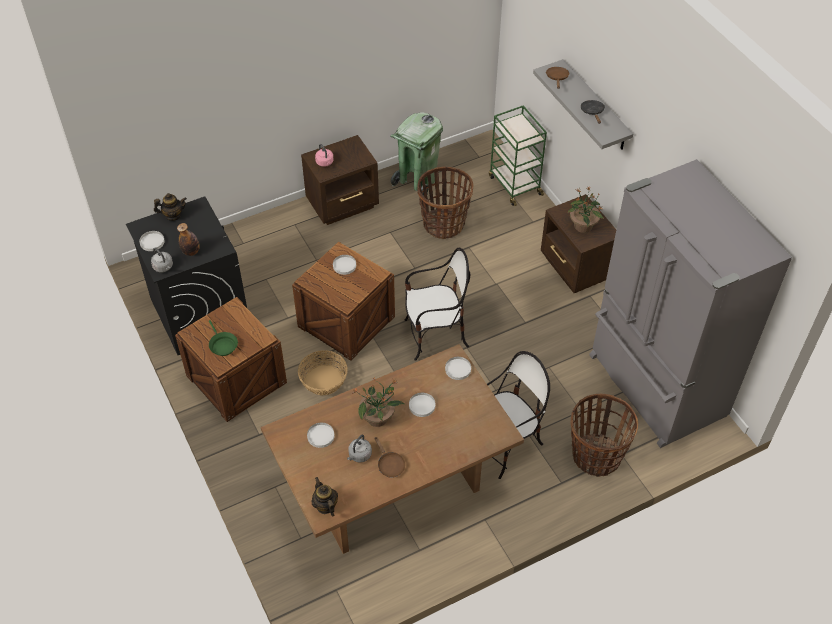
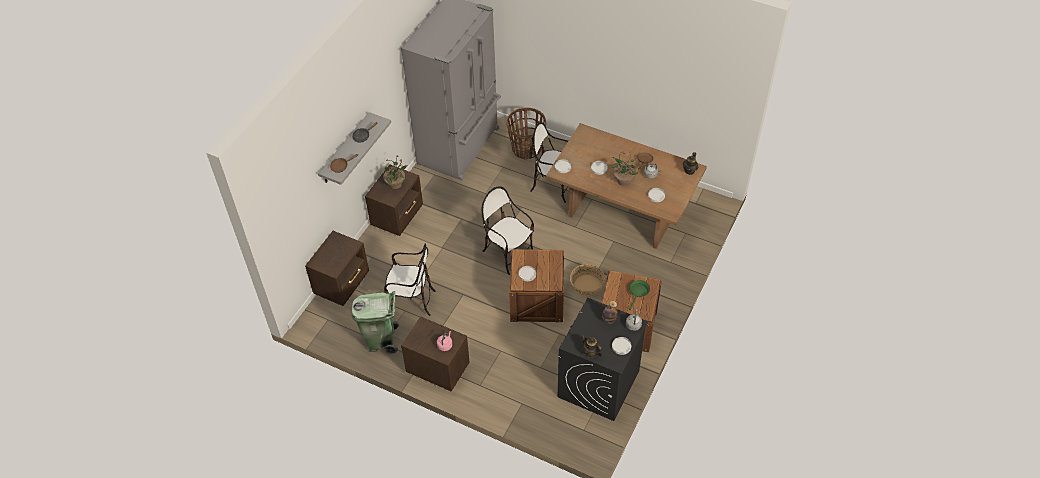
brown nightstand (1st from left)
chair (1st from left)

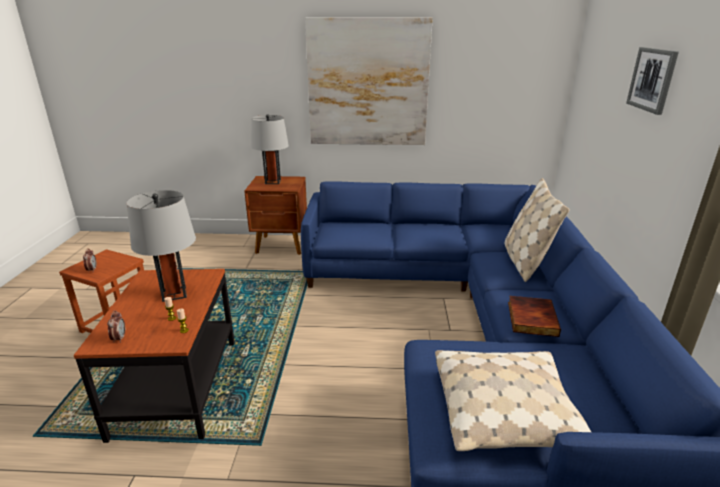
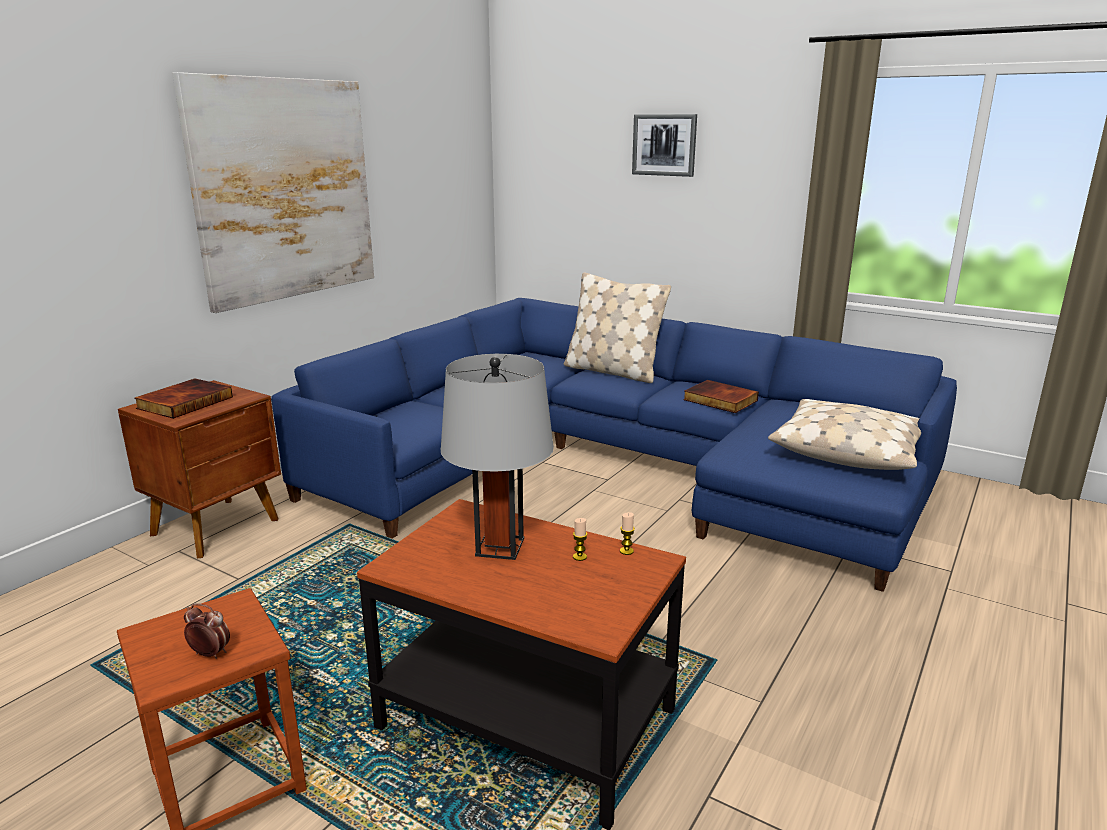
book (1st from left)
alarm clock (2nd from left in the first image)

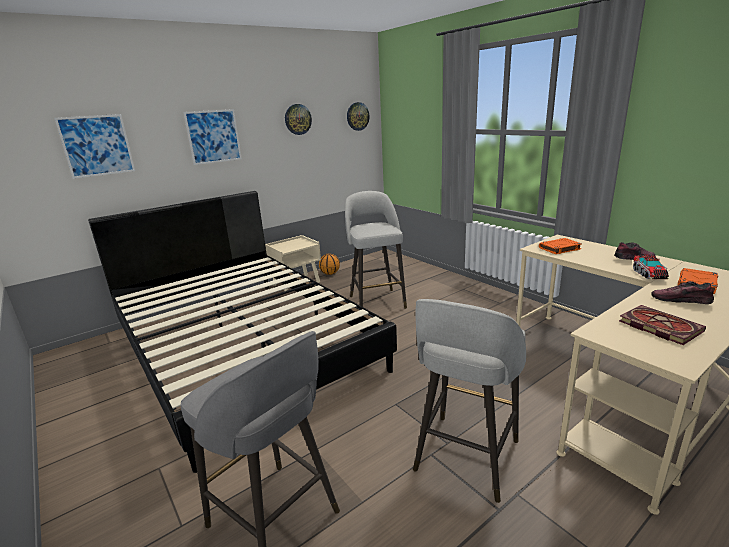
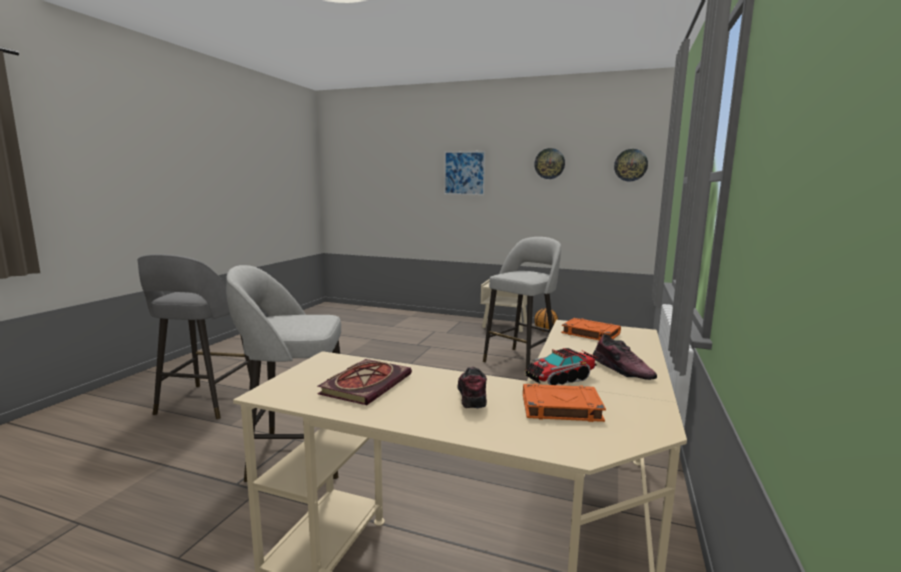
picture (1st from left in the first image)
black bed

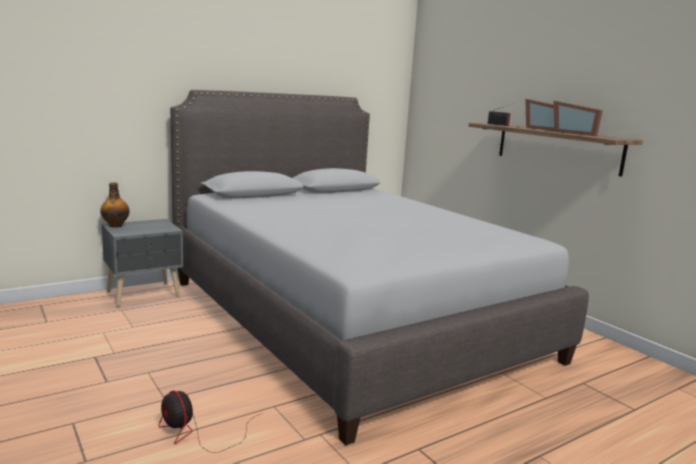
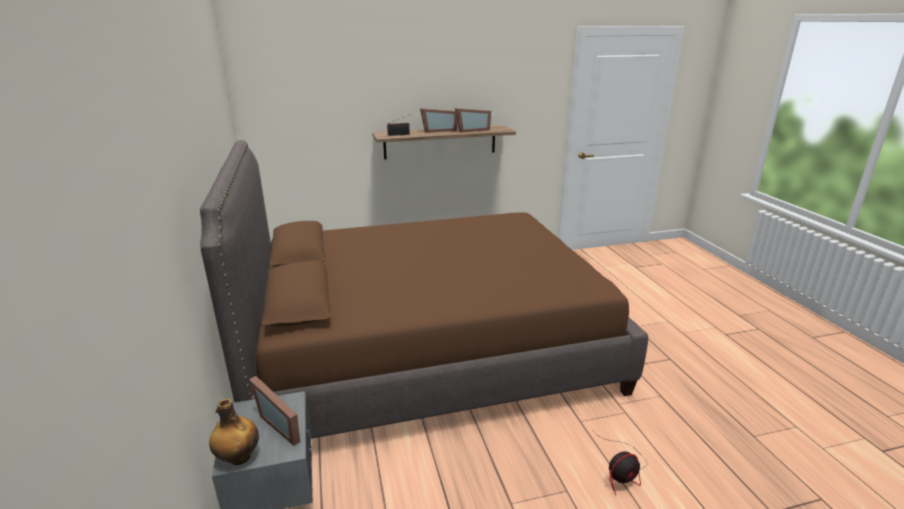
brown bed
picture frame (1st from left)

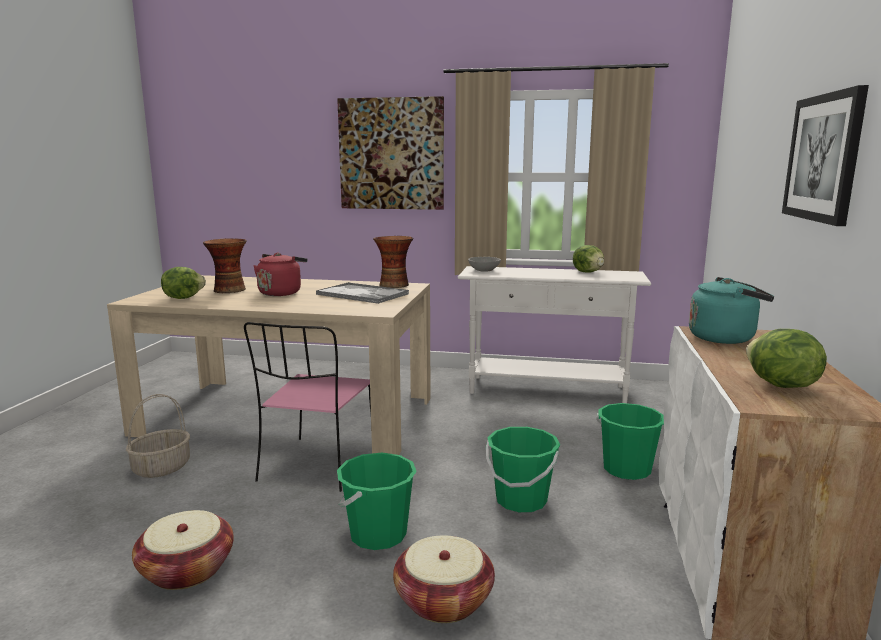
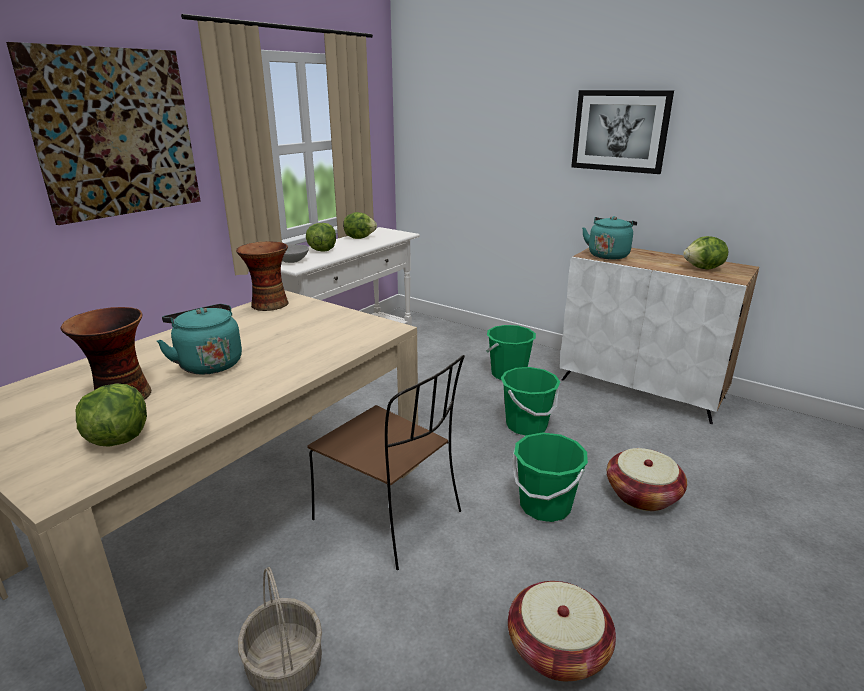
turquoise kettle (1st from left)
lettuce (2nd from left)
brown chair
tray

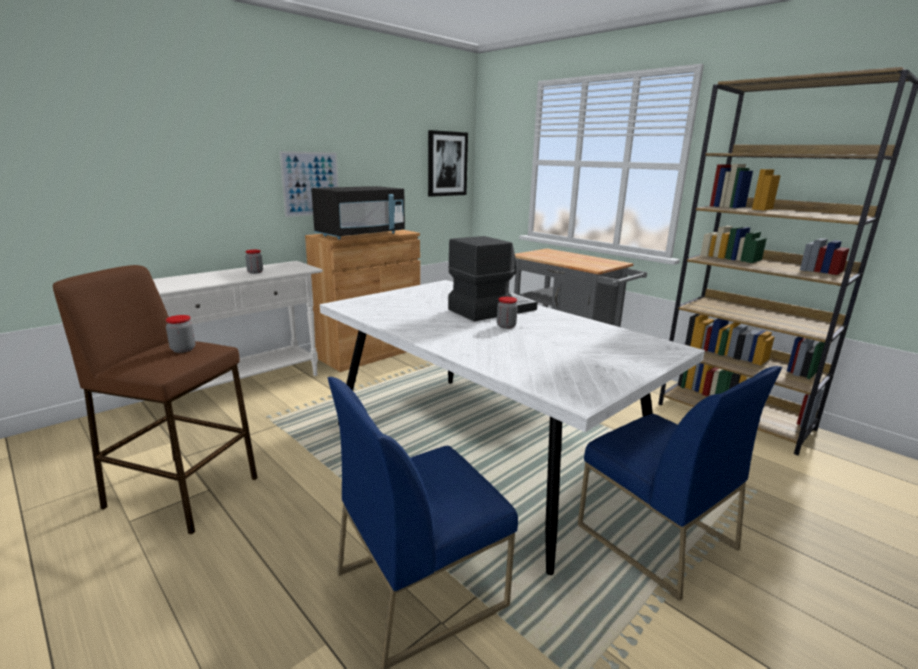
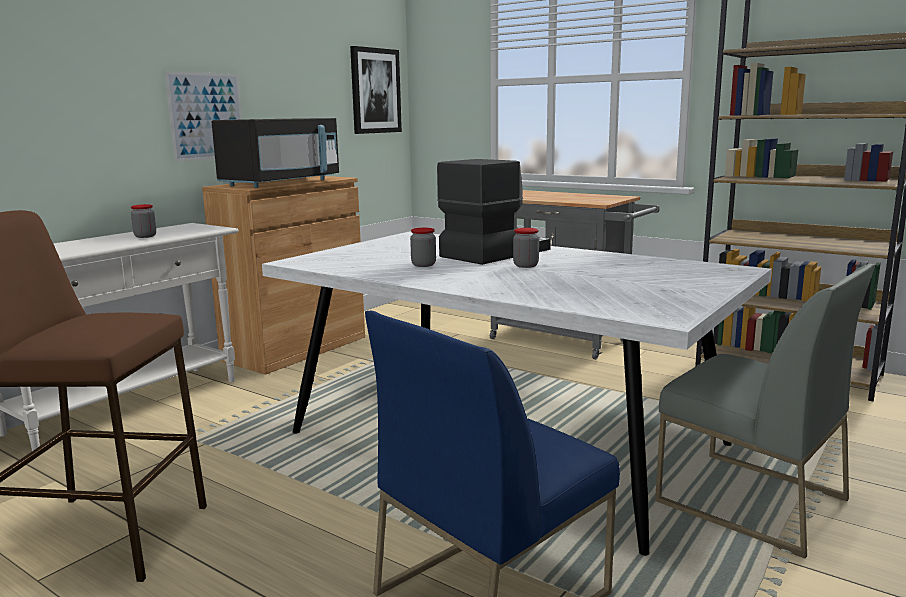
jar (2nd from left)
grey chair

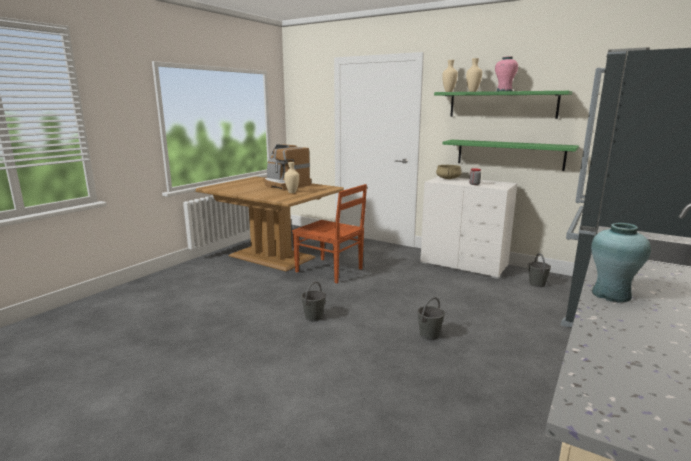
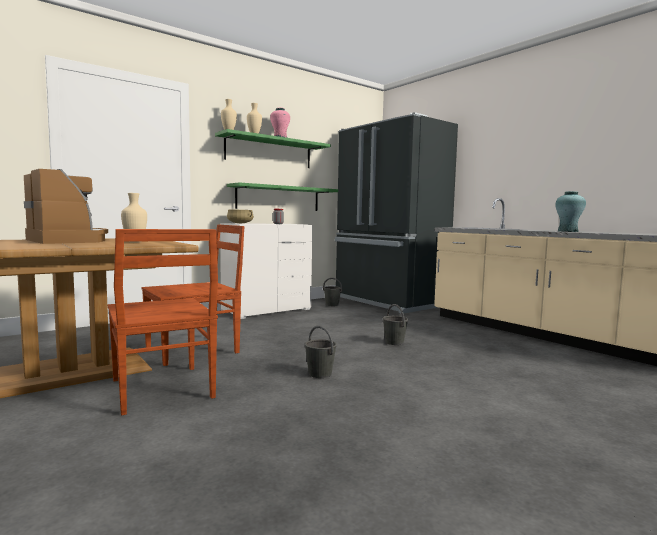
coffee machine
brown chair (1st from left)

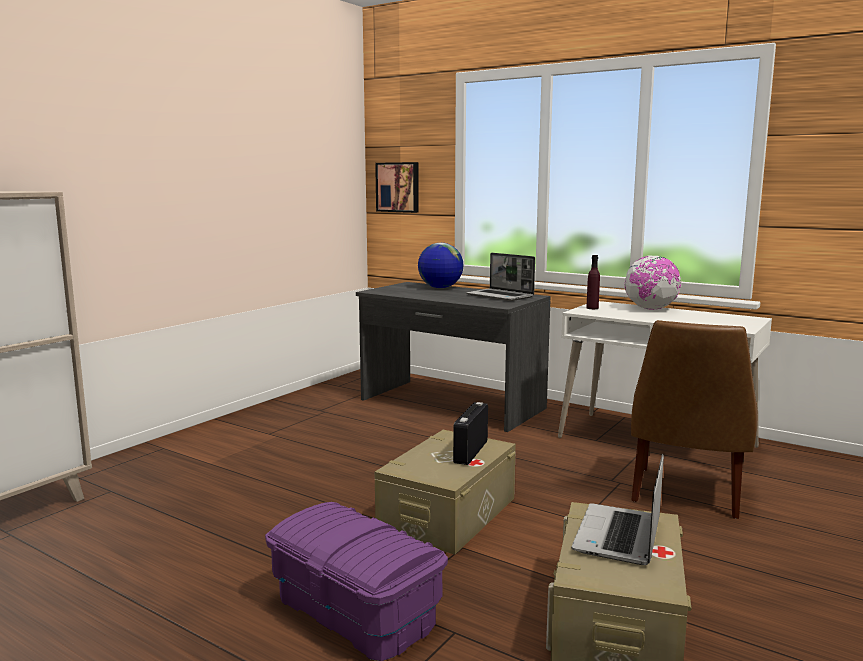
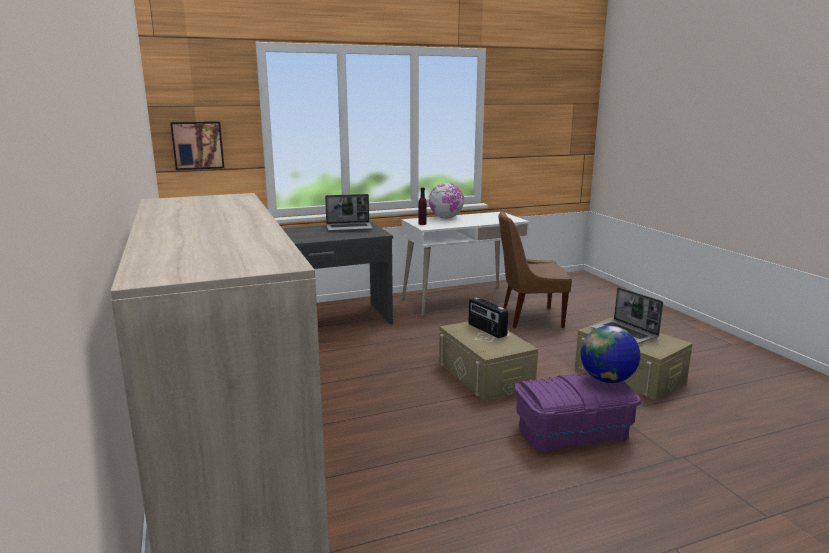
brown chair
globe (2nd from left)

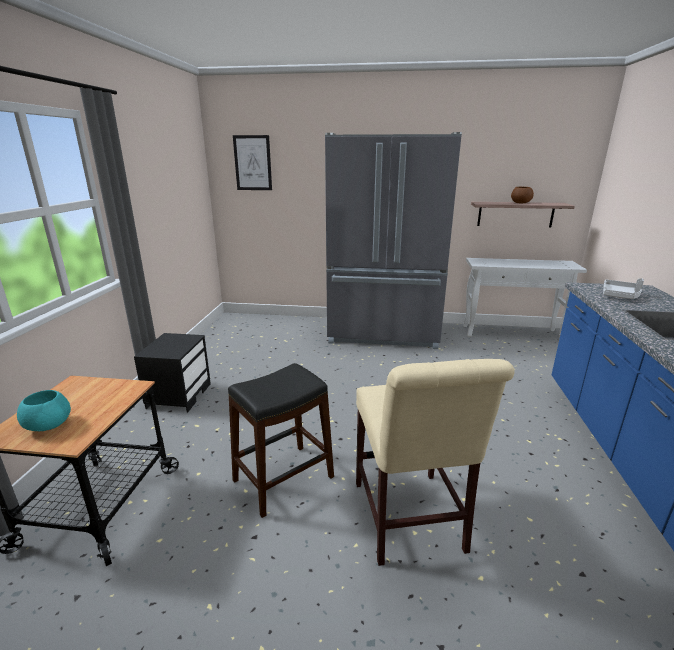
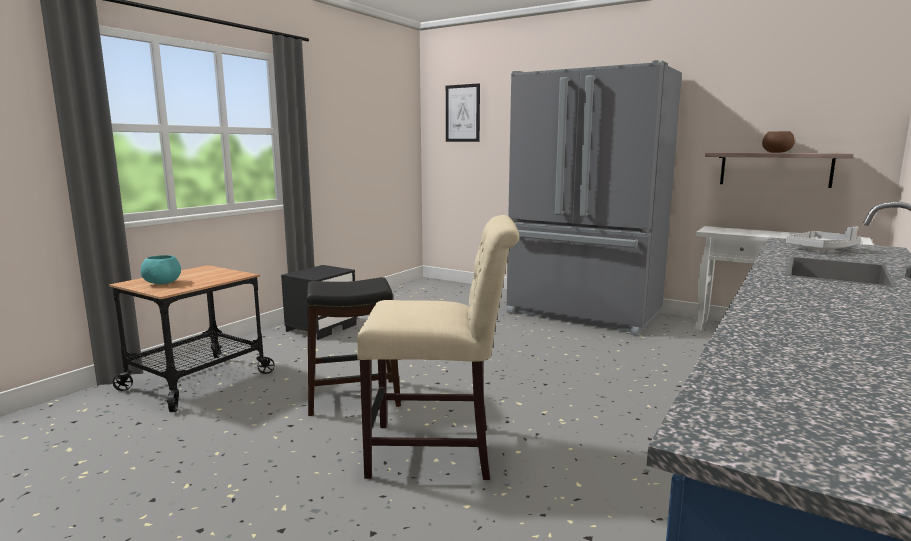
beige chair

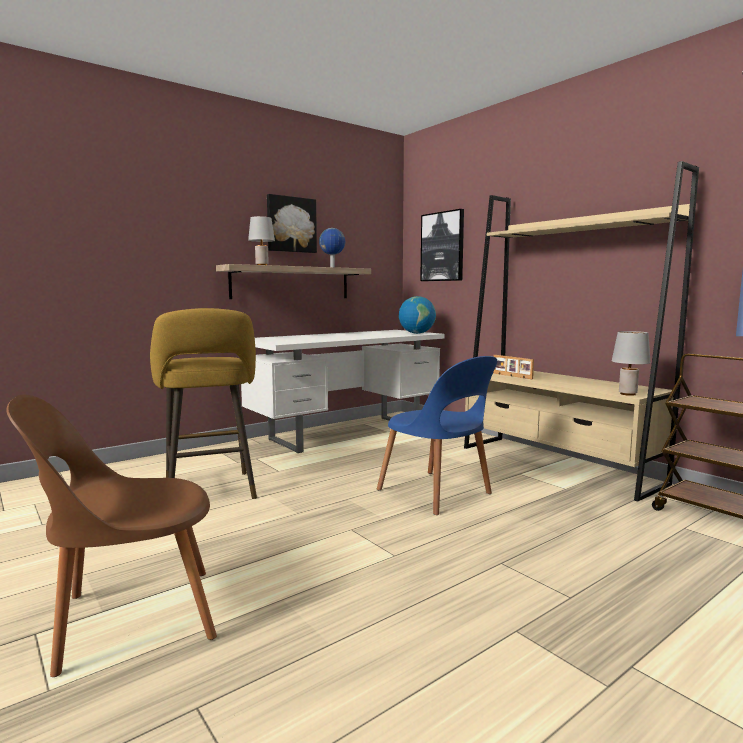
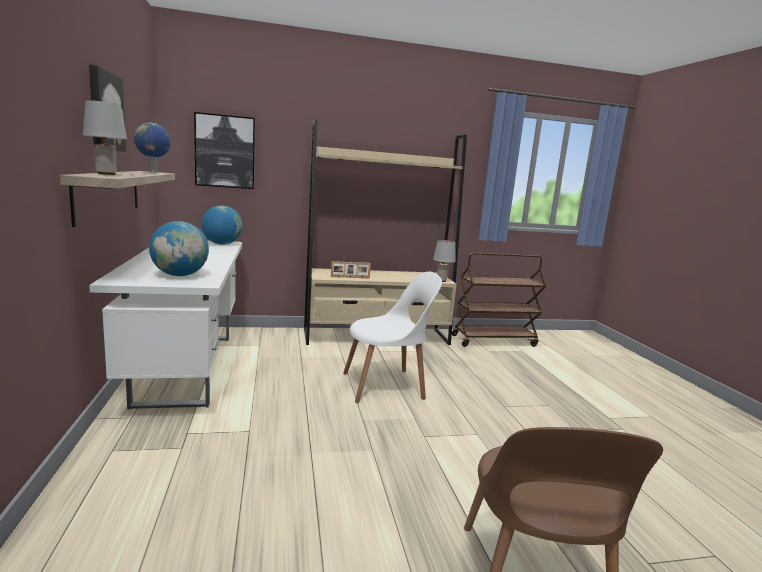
globe (2nd from left)
white chair
yellow stool

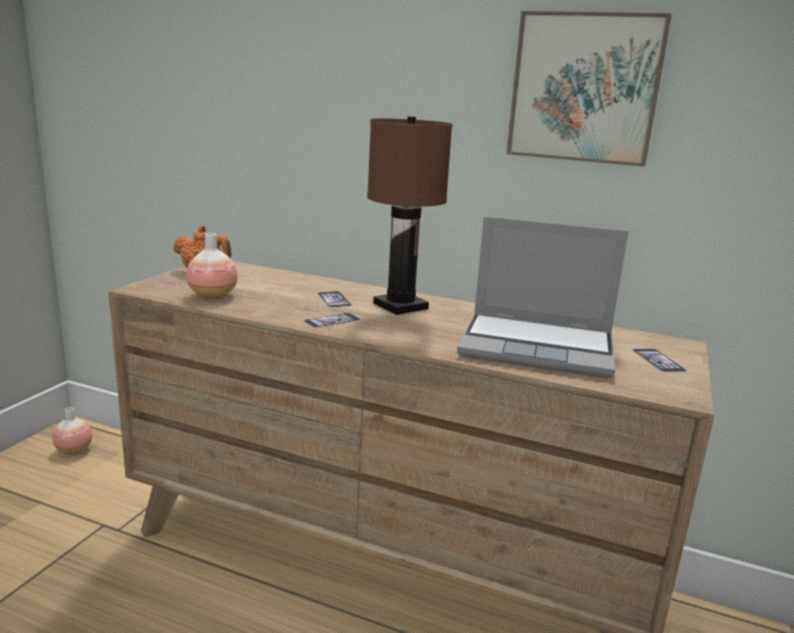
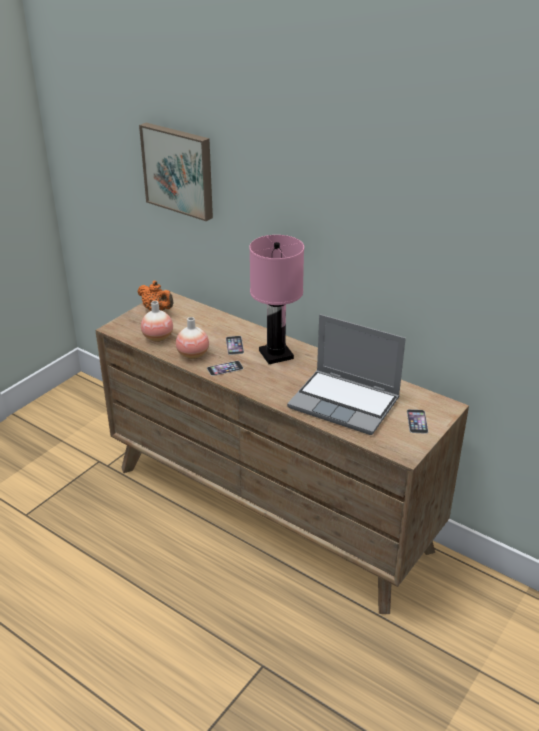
picture
vase (2nd from left)
pink table lamp

